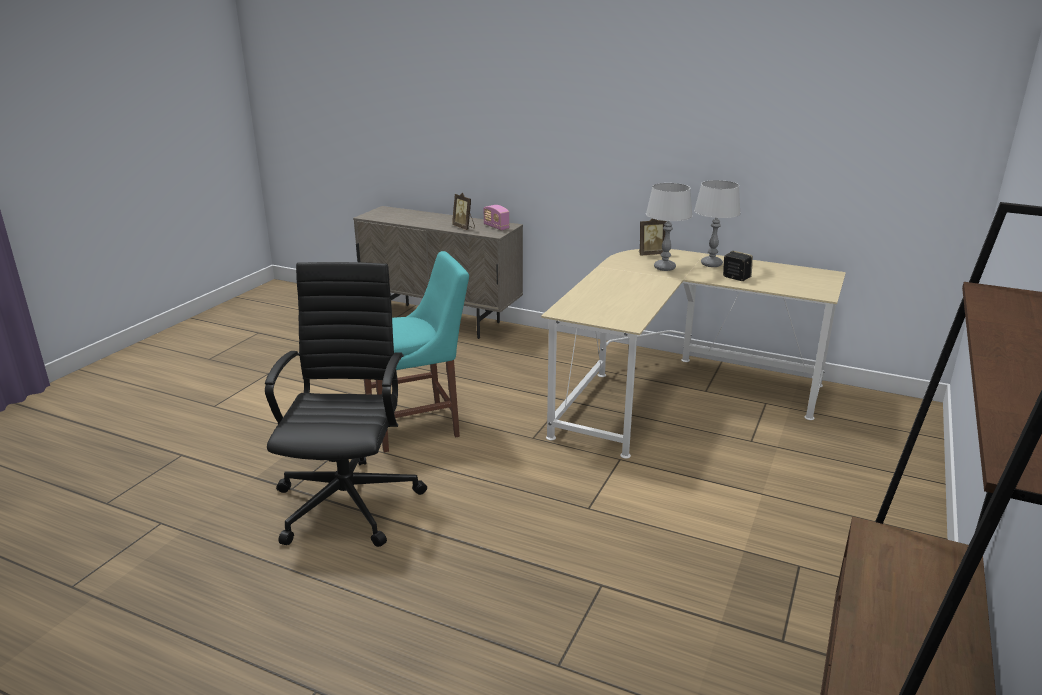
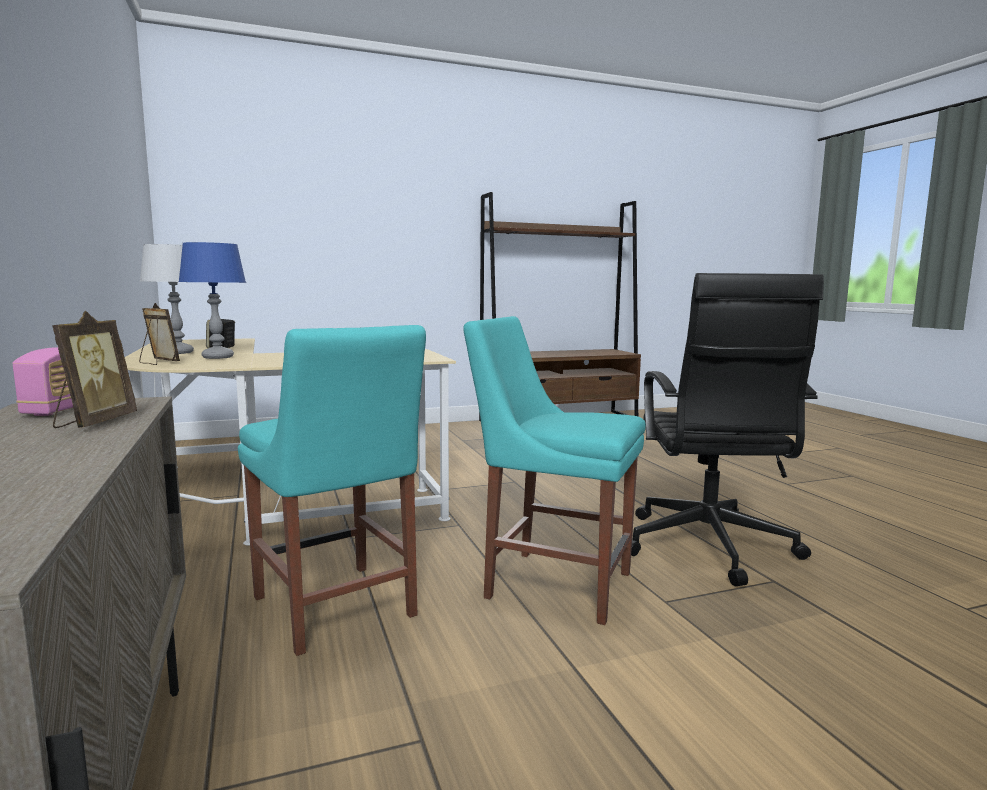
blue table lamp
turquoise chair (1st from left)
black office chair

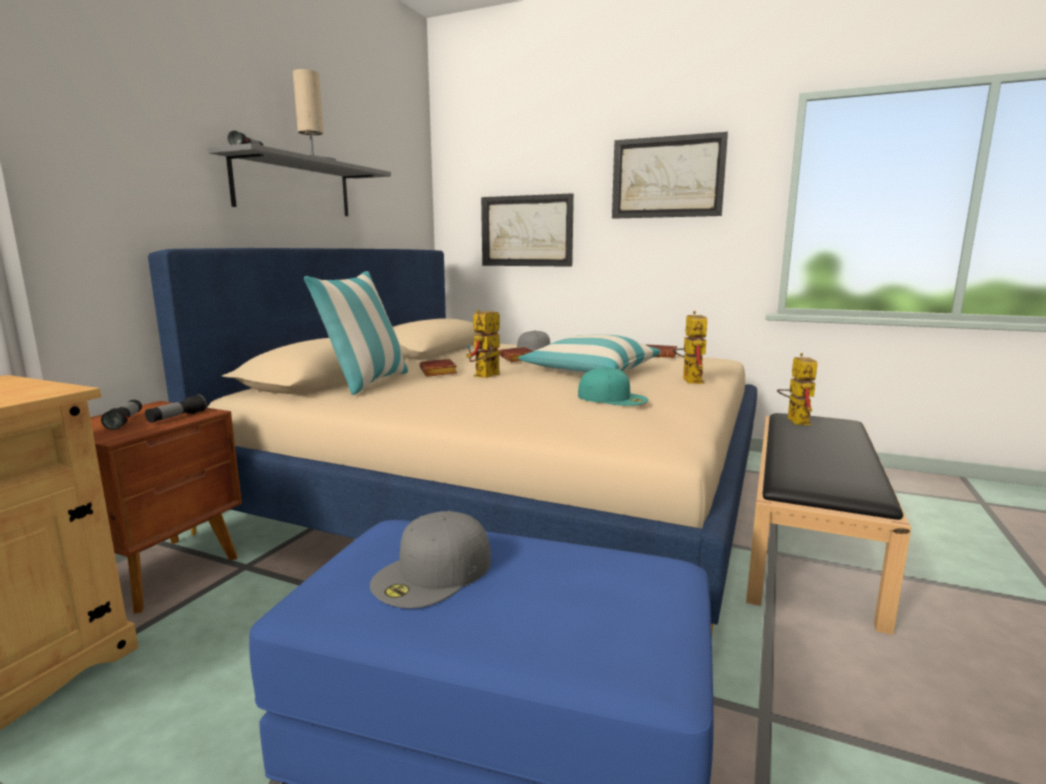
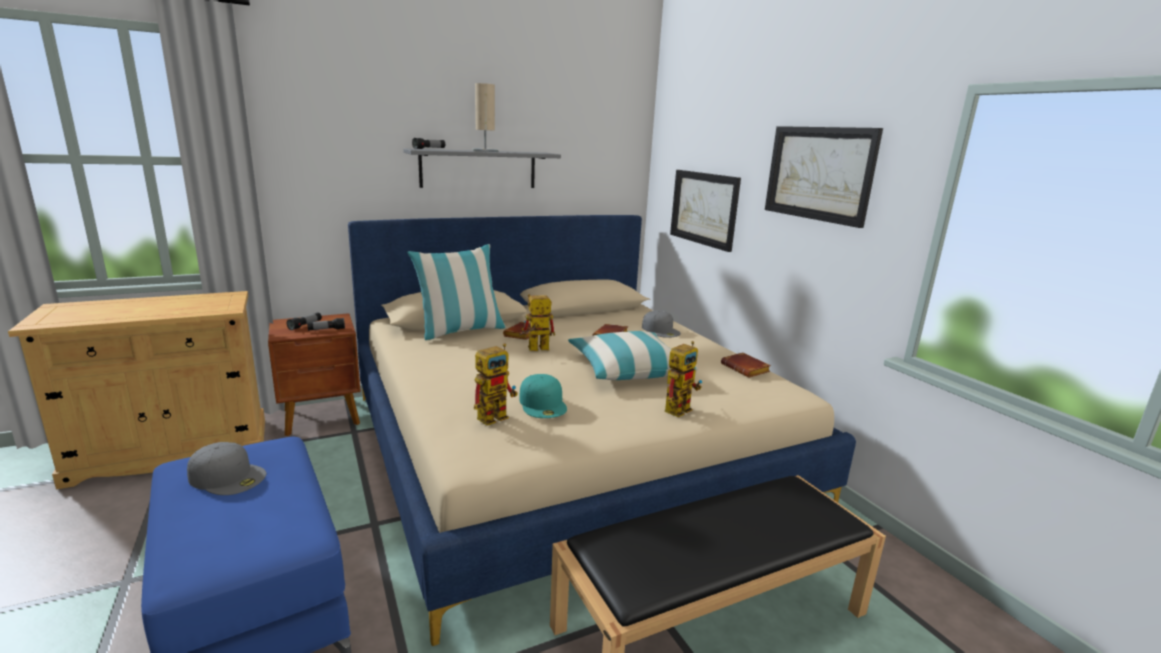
grey cap (1st from left)
toy robot (1st from left)

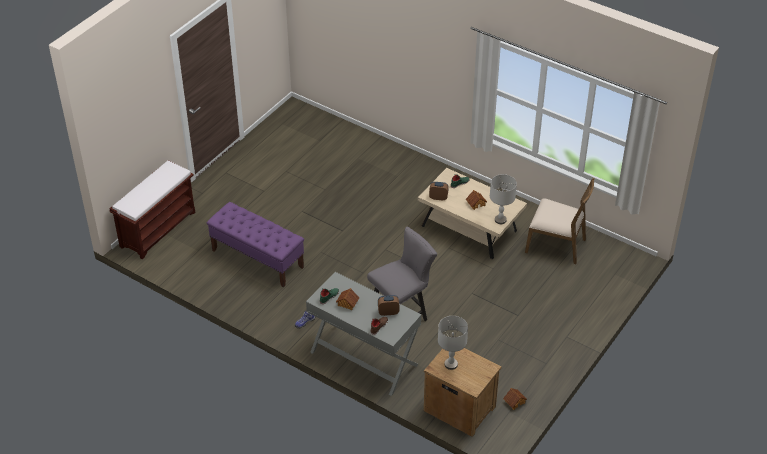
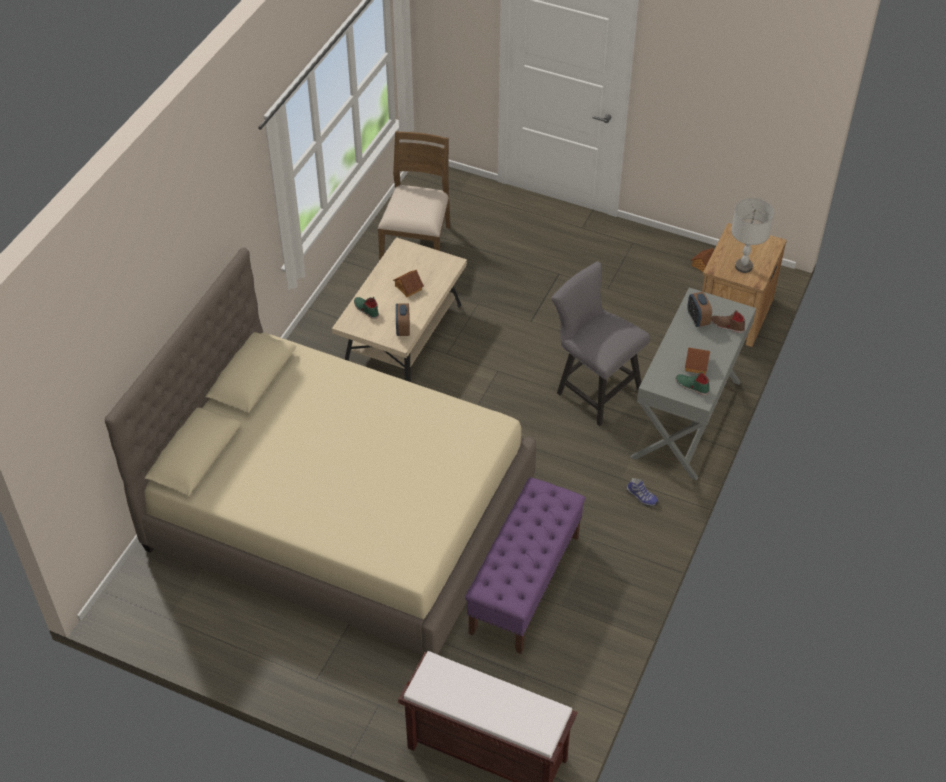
beige bed
grey table lamp (2nd from left in the first image)

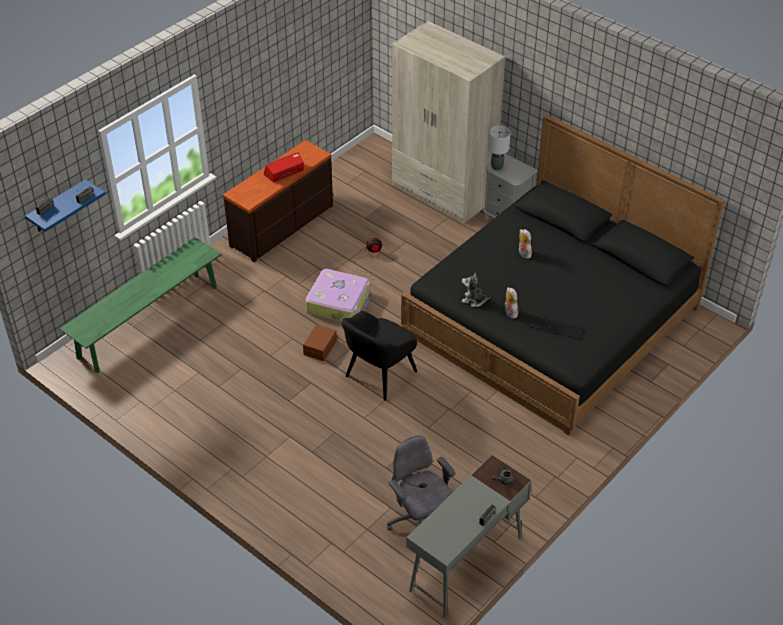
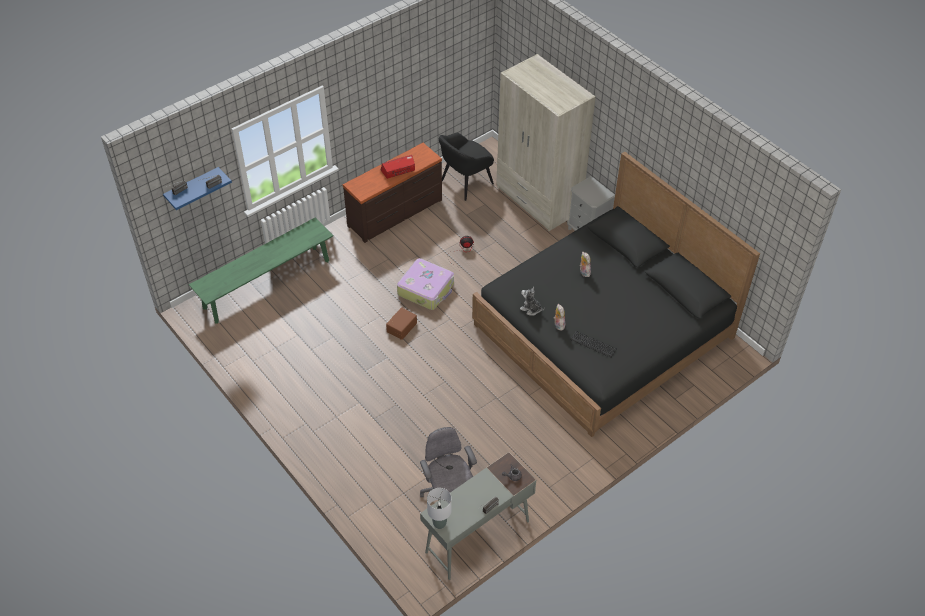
grey table lamp
black armchair

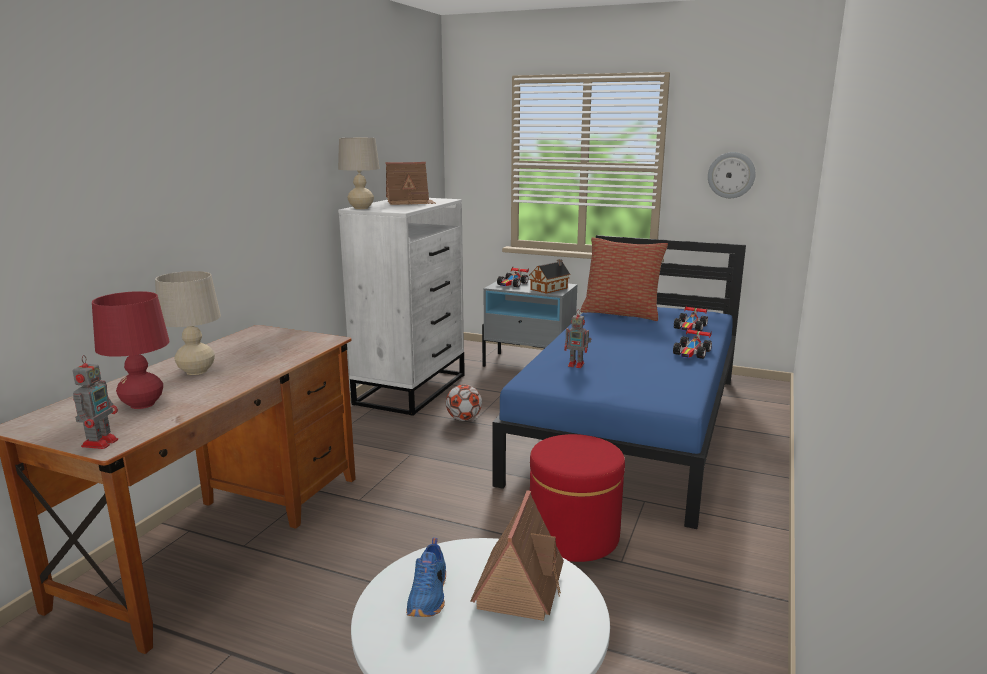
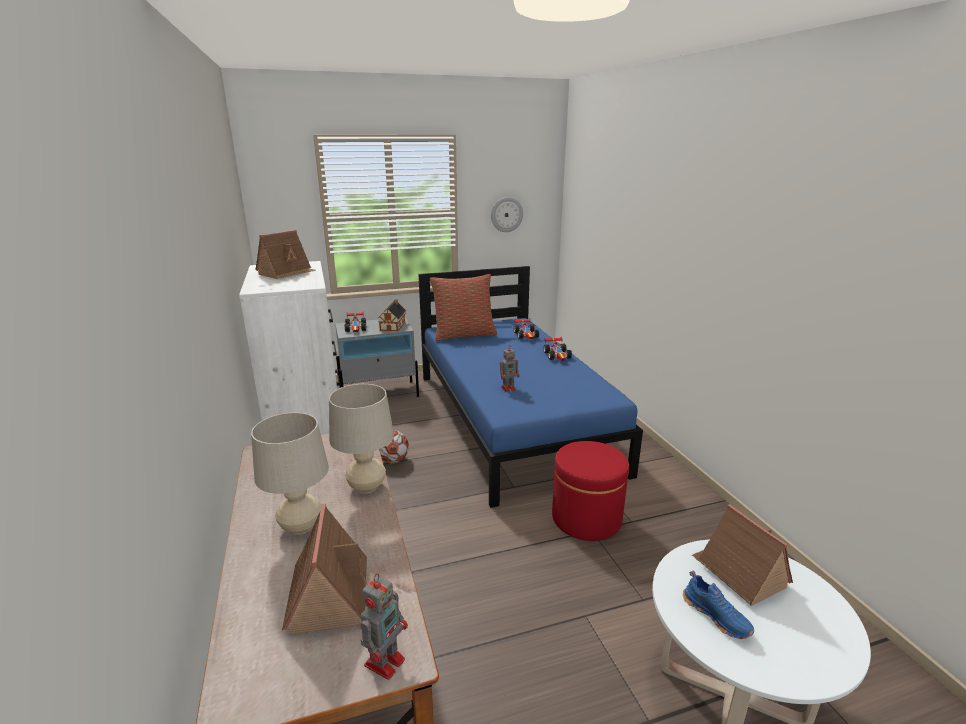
toy house (2nd from left)
beige table lamp (2nd from left)
toy robot (1st from left)

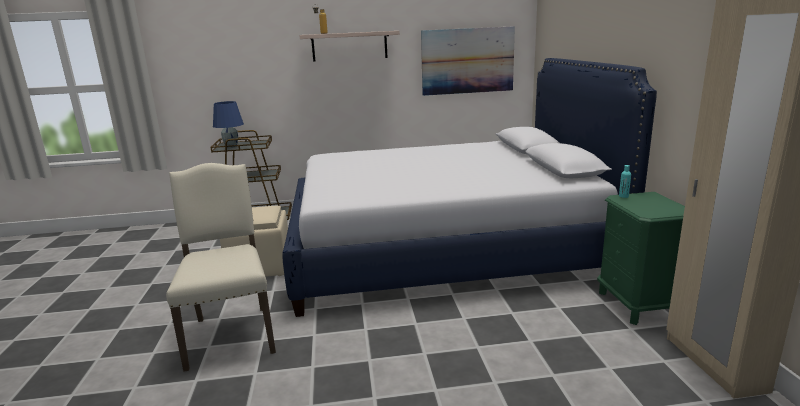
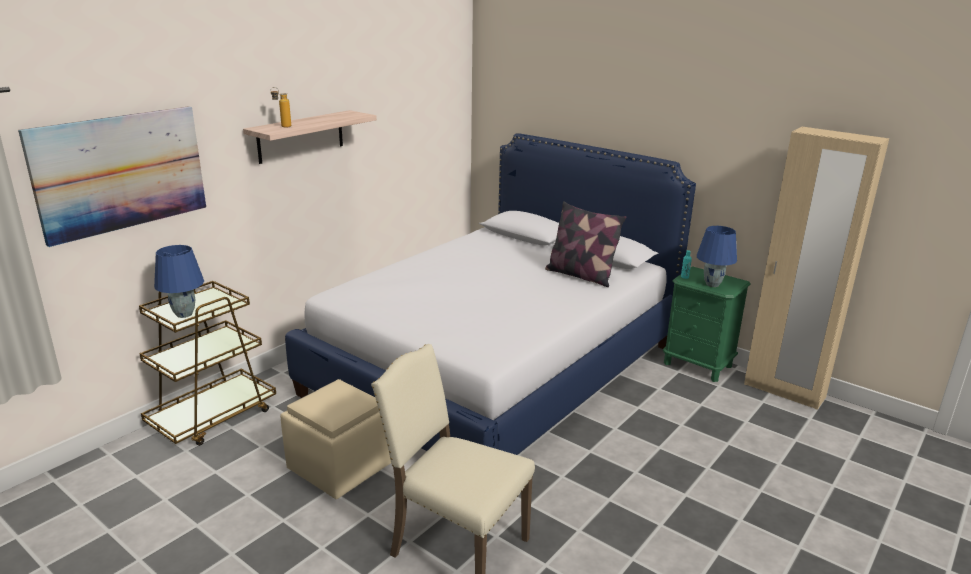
picture
pillow
blue table lamp (2nd from left)

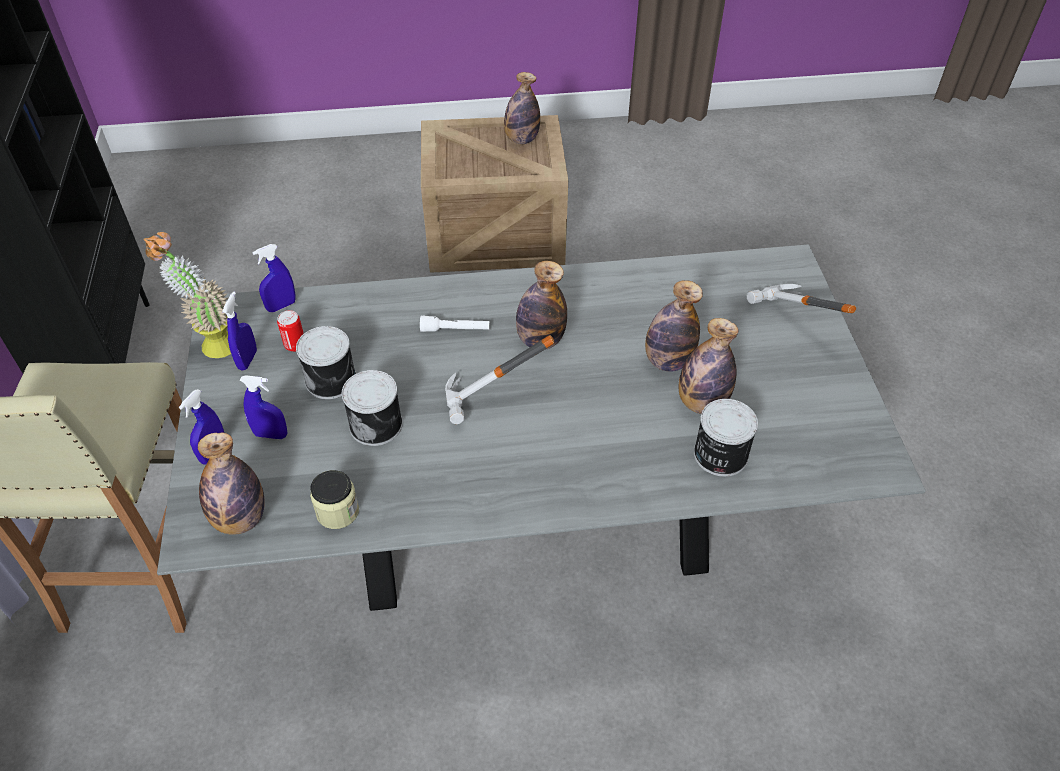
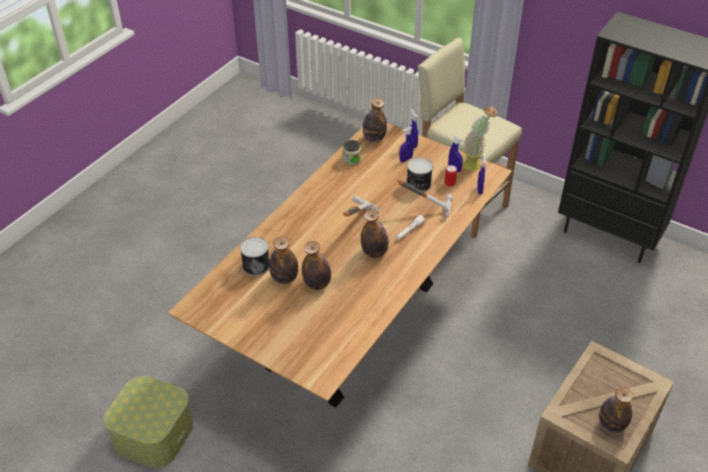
storage box
brown dining table
hammer (2nd from left)
can (3rd from left in the first image)

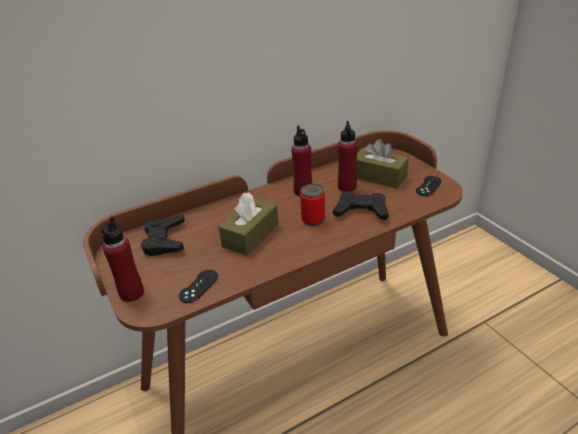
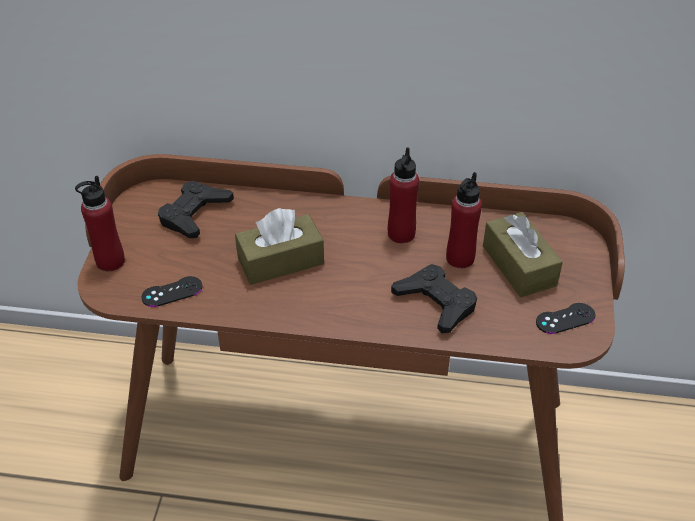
can

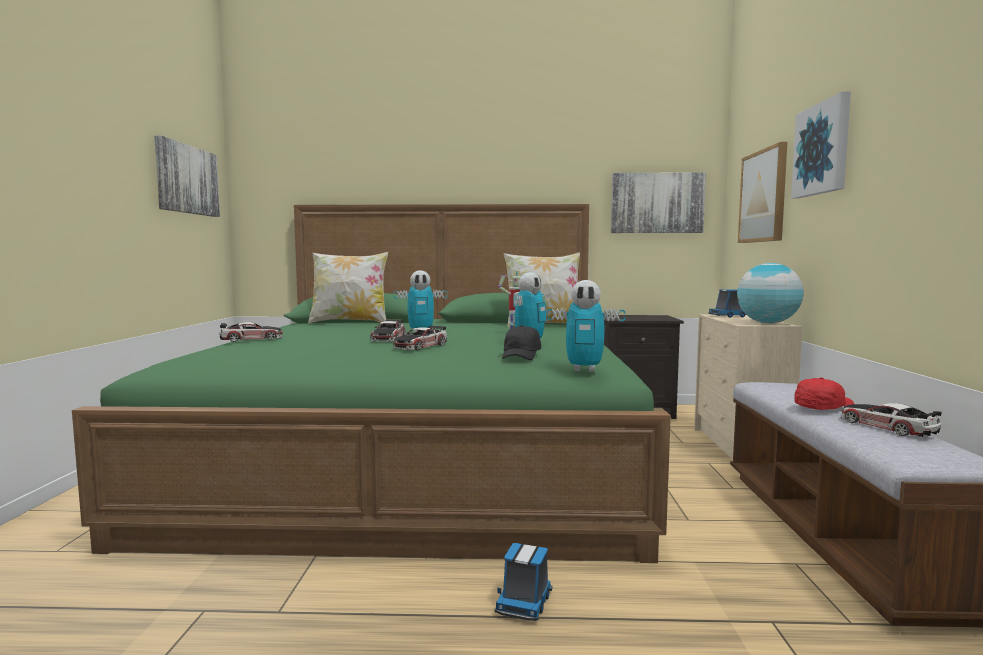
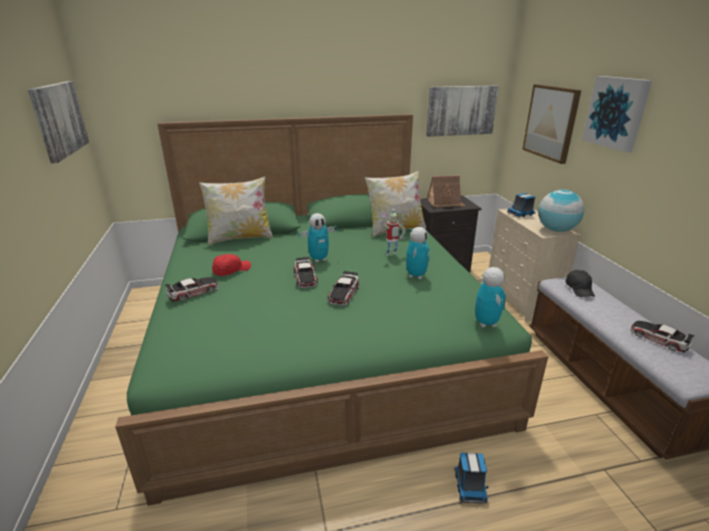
red cap
toy house
toy robot (4th from left)
black cap

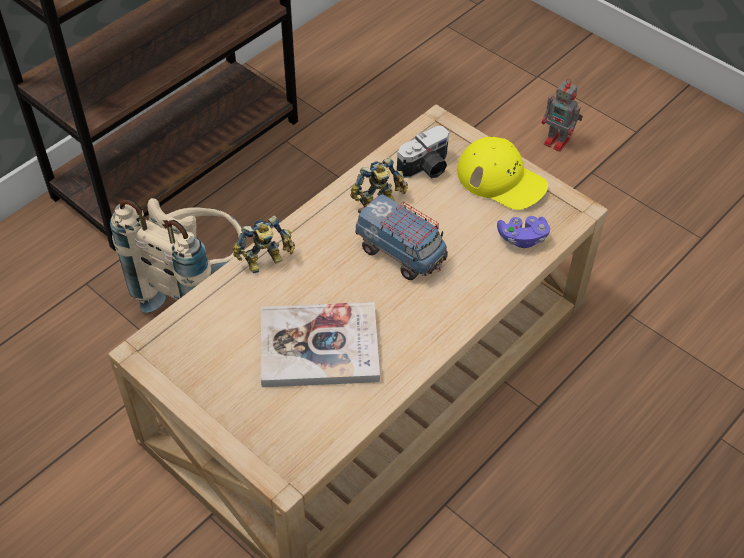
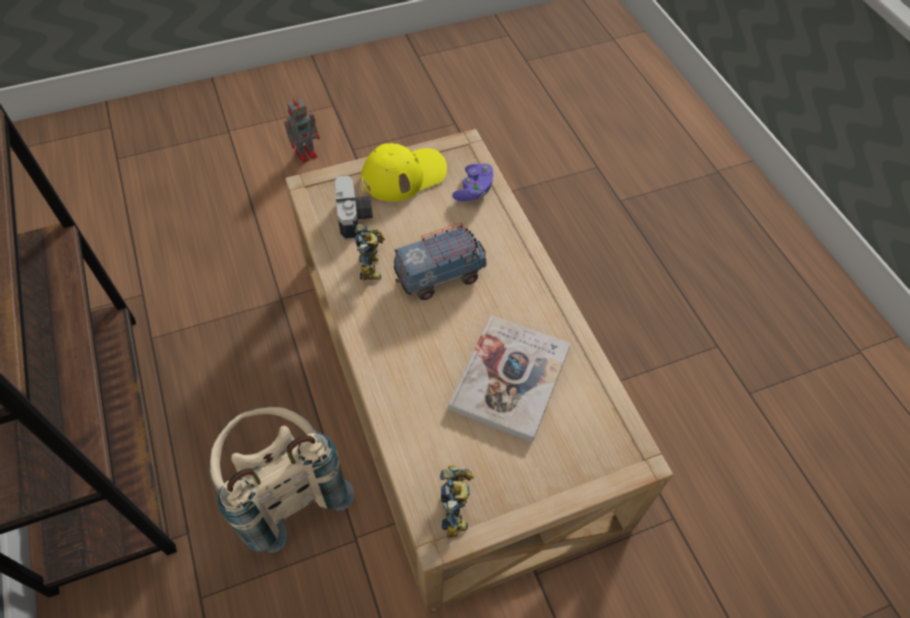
toy robot (3rd from left)

